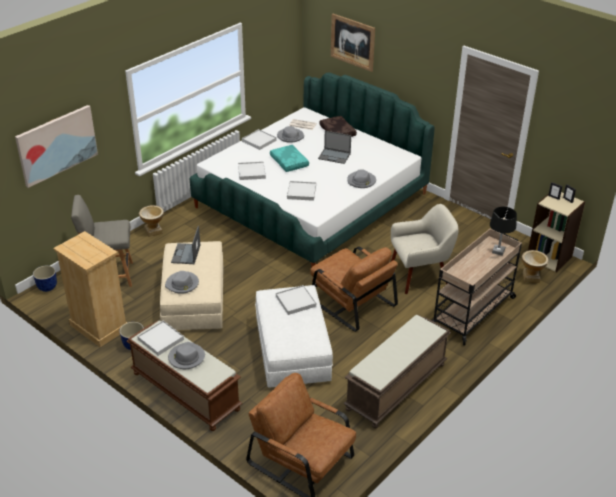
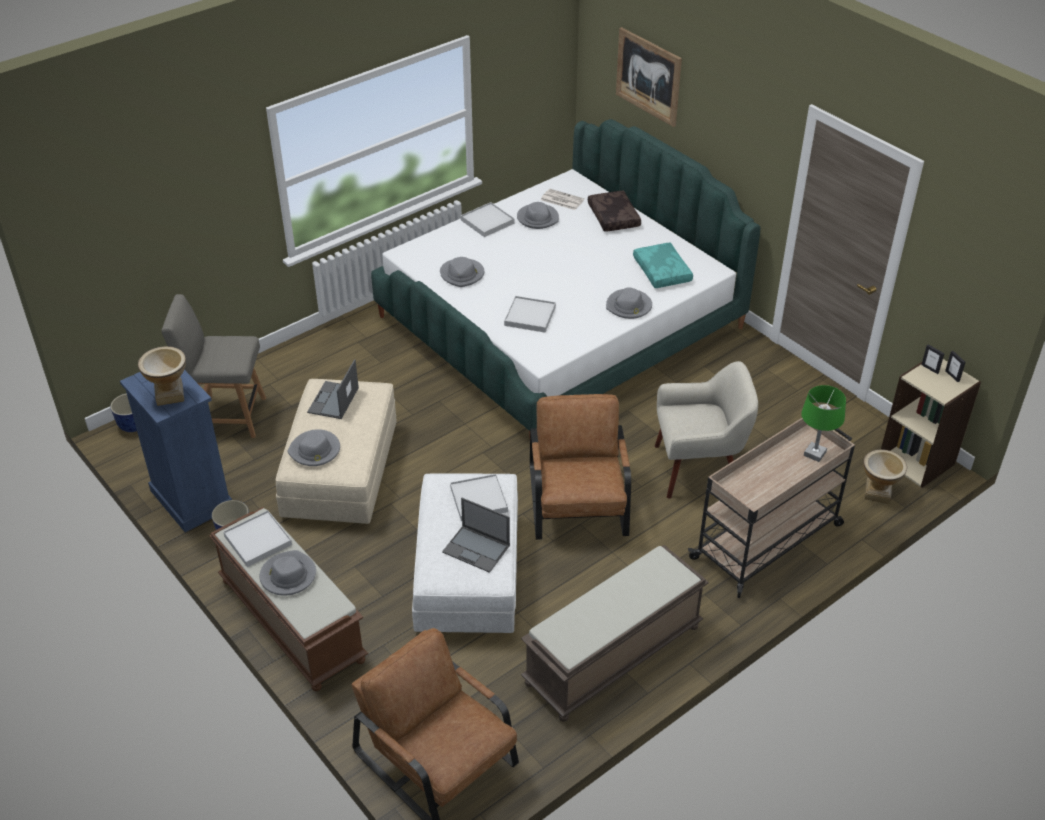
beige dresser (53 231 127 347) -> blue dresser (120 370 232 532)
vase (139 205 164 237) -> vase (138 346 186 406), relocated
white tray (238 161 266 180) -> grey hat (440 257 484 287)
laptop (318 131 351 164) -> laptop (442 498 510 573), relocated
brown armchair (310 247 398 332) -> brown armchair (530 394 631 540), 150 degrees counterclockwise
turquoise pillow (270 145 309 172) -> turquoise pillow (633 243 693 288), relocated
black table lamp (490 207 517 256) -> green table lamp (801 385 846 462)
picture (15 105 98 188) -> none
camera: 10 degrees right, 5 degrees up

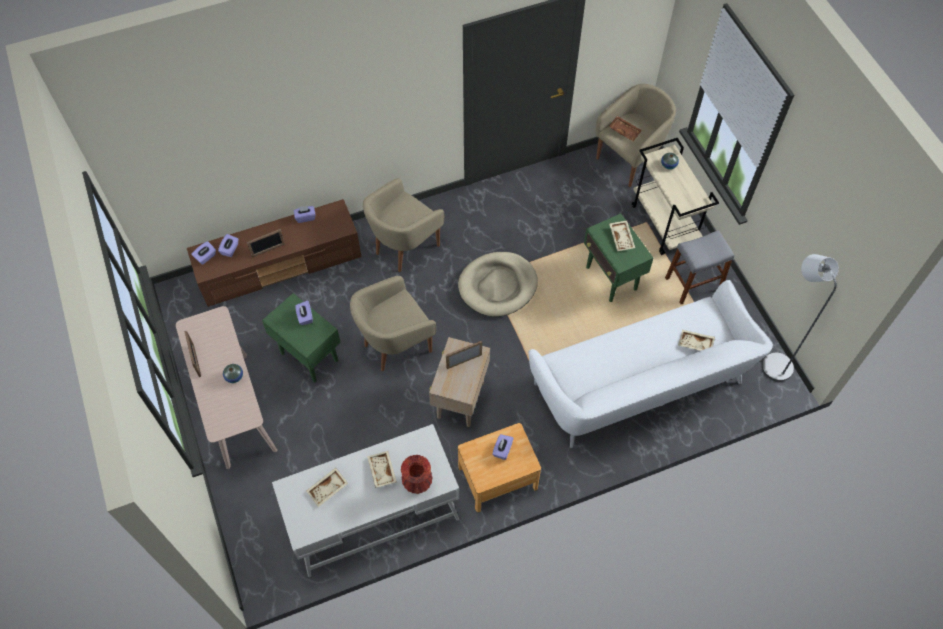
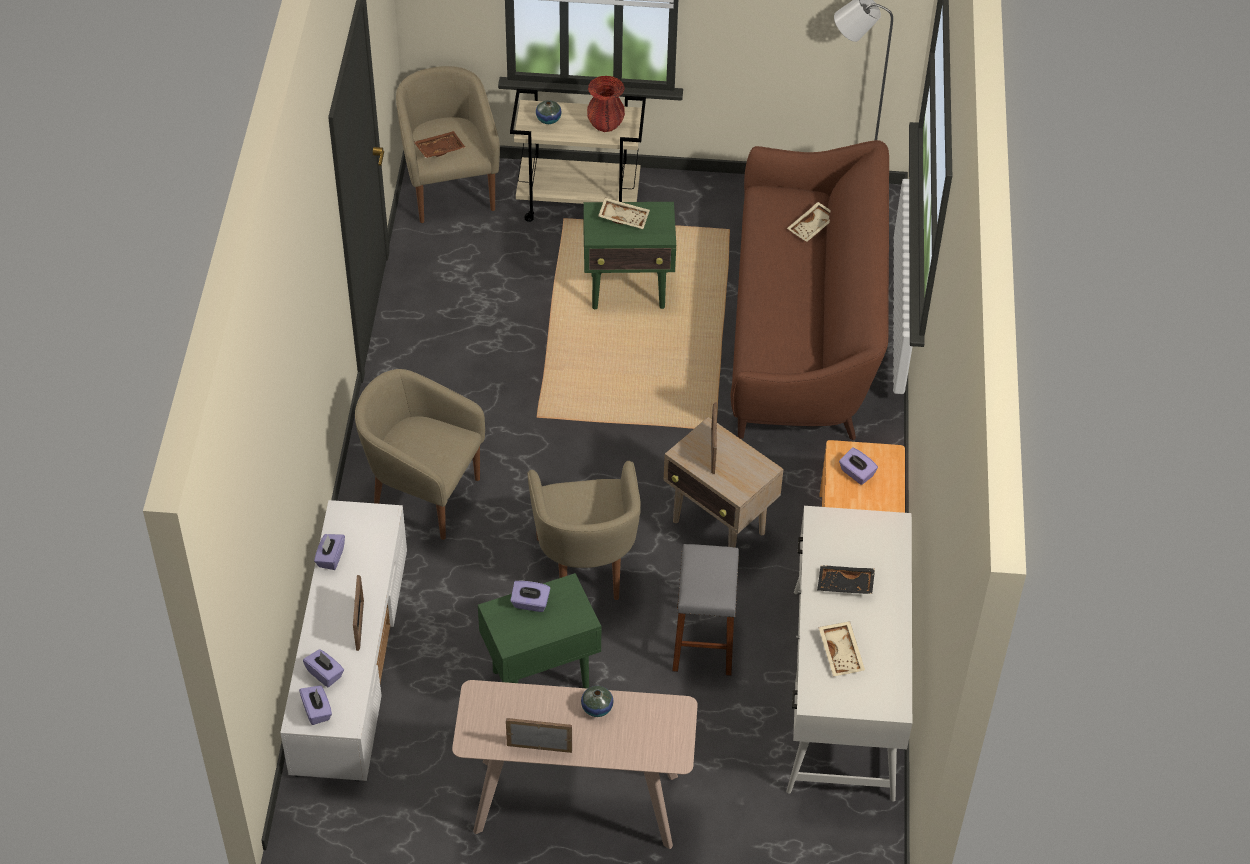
brown tv stand (187 199 362 307) -> white tv stand (280 500 407 782)
beige armchair (363 178 444 272) -> beige armchair (355 369 485 540), 135 degrees clockwise
red vase (401 455 433 494) -> red vase (587 76 625 132), relocated
grey stool (665 230 734 304) -> grey stool (672 544 739 676), relocated
white sofa (528 280 773 448) -> brown sofa (731 140 889 440)
beige tray (367 451 397 488) -> black tray (817 565 875 594)
beige dog bed (458 252 538 317) -> none
camera: 65 degrees left, 10 degrees down

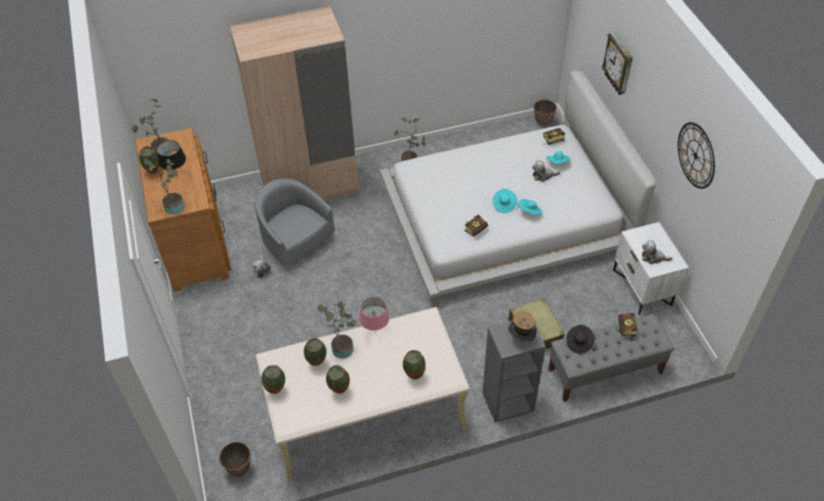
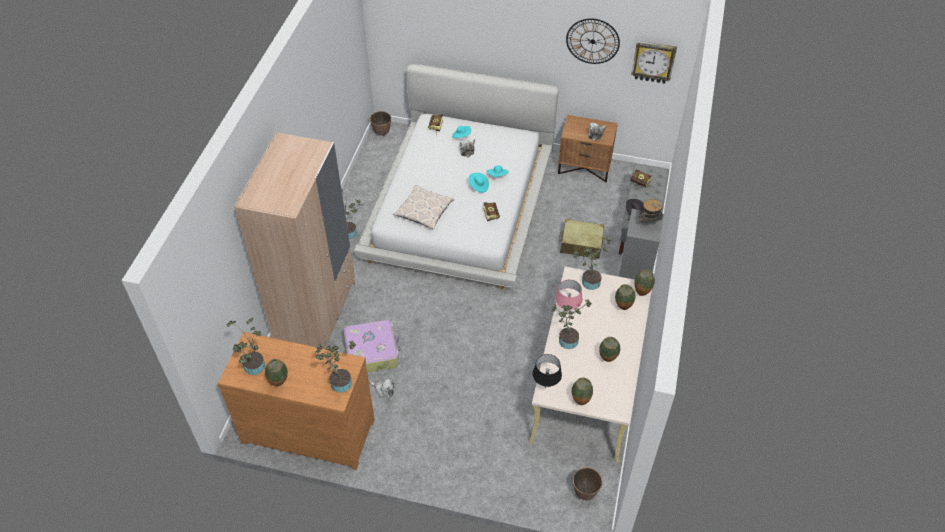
grey armchair (255 178 335 271) -> suitcase (344 320 400 373)
none -> pillow (393 185 454 230)
black table lamp (157 140 186 178) -> black table lamp (533 354 562 389), relocated
white nightstand (613 222 689 315) -> brown nightstand (558 115 618 182)
none -> potted plant (573 237 611 290)
wall clock (602 32 633 95) -> wall clock (631 41 677 84), relocated
vase (304 338 327 366) -> vase (634 270 655 296), relocated
camera: 60 degrees left, 0 degrees up

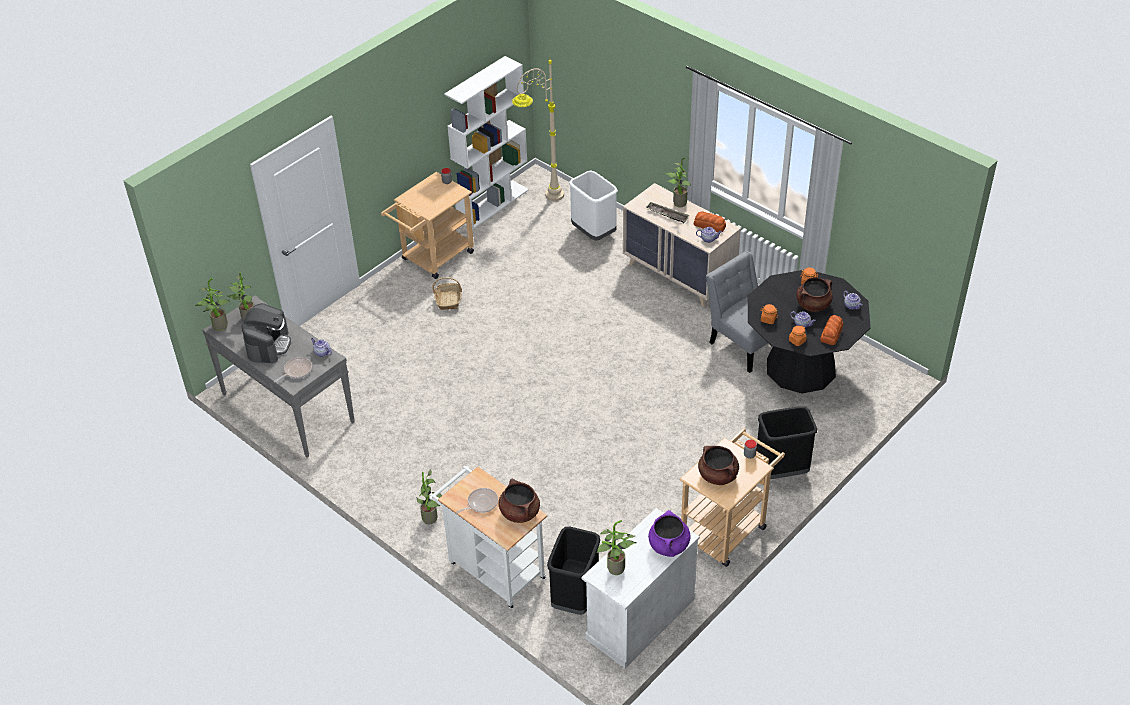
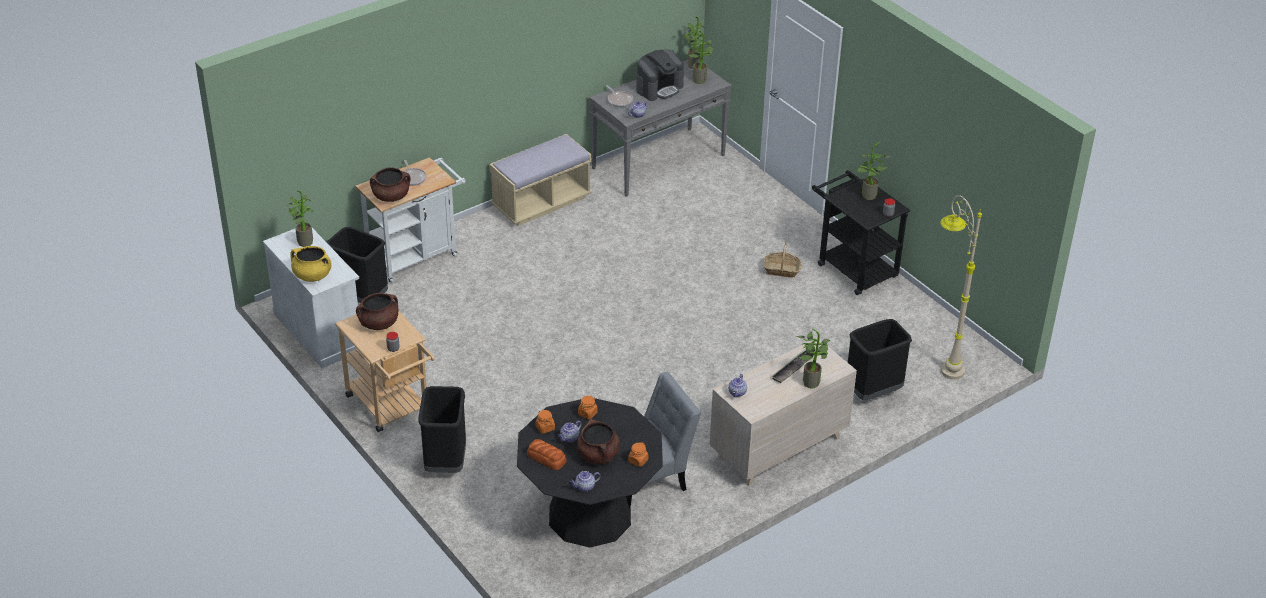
purple cooking pot (648 510 691 557) -> yellow cooking pot (290 246 332 282)
none -> beige bench (489 134 591 226)
coffee machine (242 303 291 363) -> coffee machine (636 49 684 101), 60 degrees counterclockwise
beige cart (381 172 474 279) -> black cart (812 170 910 295)
white trash can (569 171 618 241) -> black trash can (848 319 912 400)
potted plant (416 470 442 524) -> potted plant (857 142 891 200), relocated
white bookcase (444 56 529 229) -> none
bread (694 212 726 232) -> none
camera: 100 degrees right, 5 degrees down

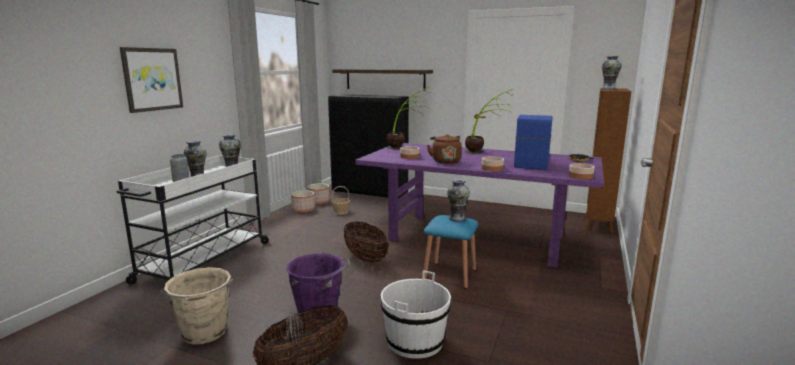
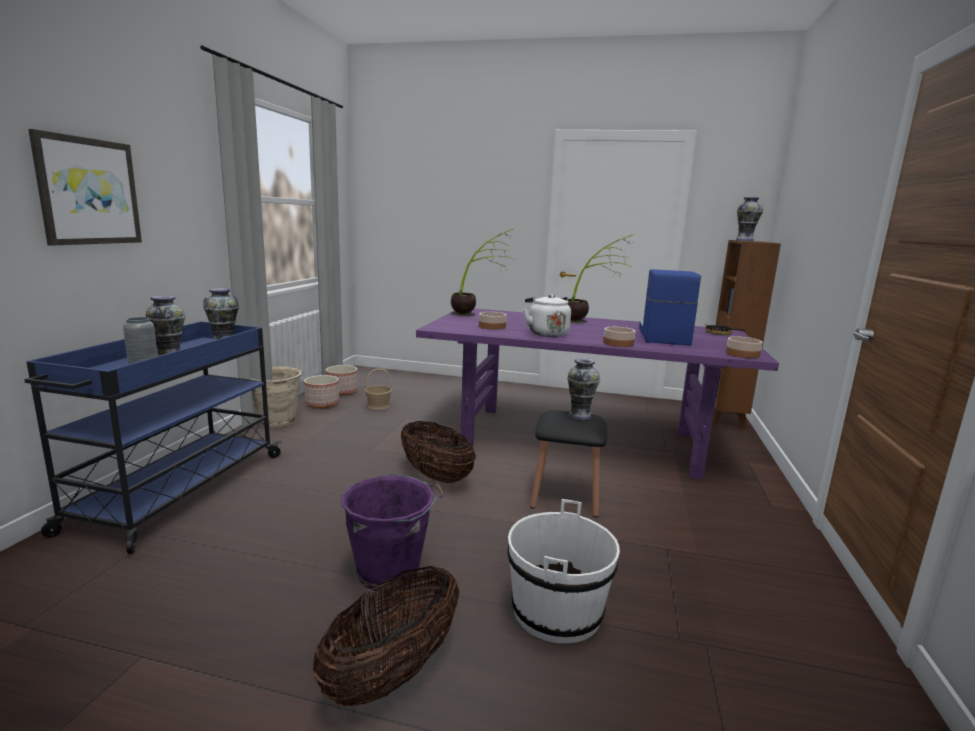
white cart (116 155 270 284) -> blue cart (24 322 282 554)
beige bucket (160 267 233 345) -> beige bucket (251 367 304 428), relocated
brown kettle (427 134 462 164) -> white kettle (523 294 571 337)
blue stool (424 215 478 289) -> black stool (531 410 608 517)
black cabinet (328 94 409 199) -> none
shelf (332 69 433 89) -> none
camera: 10 degrees left, 0 degrees up

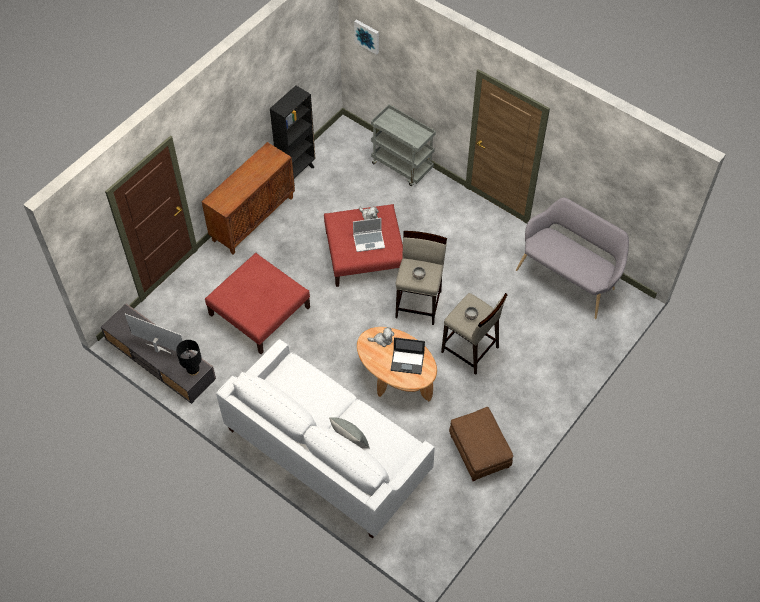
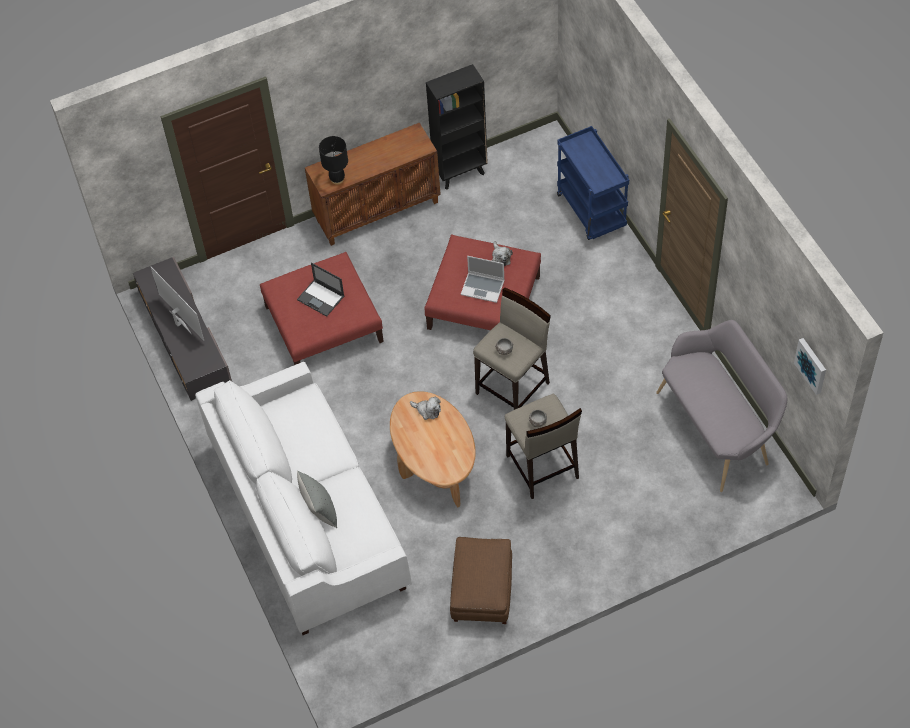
laptop (391 337 425 374) -> laptop (297 262 344 317), relocated
black table lamp (176 340 202 376) -> black table lamp (319 136 348 185), relocated
grey cart (371 104 436 186) -> blue cart (557 126 629 240)
picture (354 19 379 55) -> picture (794 338 826 395), relocated
camera: 30 degrees right, 0 degrees up

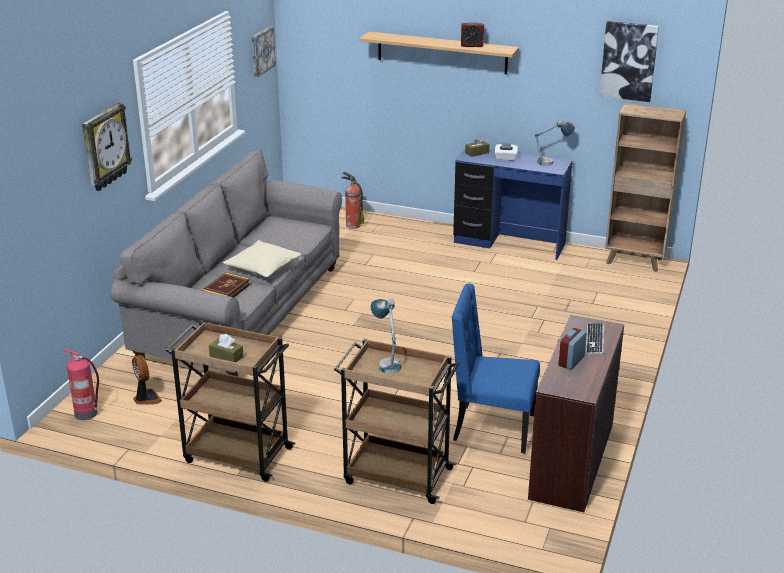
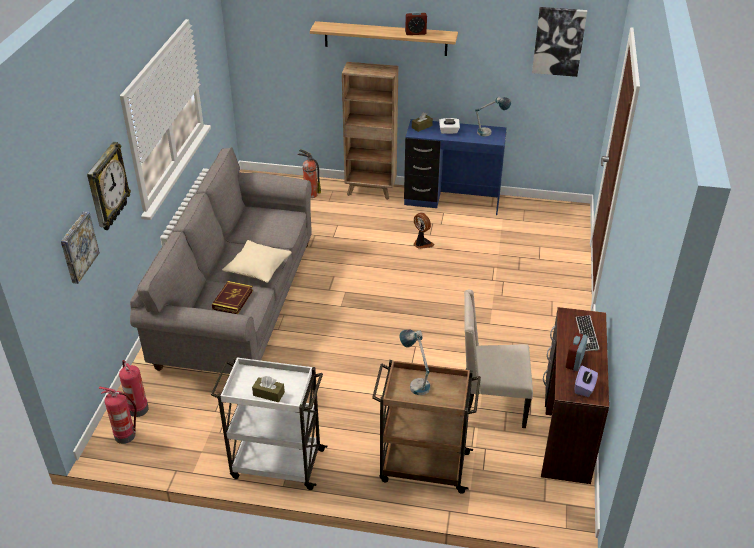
picture (252 26 276 77) -> picture (61 211 100 284), relocated
none -> fire extinguisher (119 360 149 417)
brown cart (166 321 296 482) -> white cart (211 357 328 490)
brown bookcase (605 103 686 272) -> brown bookcase (342 62 398 200), relocated
fan (132 355 162 404) -> fan (413 213 434 249), relocated
blue chair (452 283 540 453) -> beige chair (464 290 533 428)
none -> purple tissue box (575 366 598 397)
camera: 10 degrees left, 10 degrees up

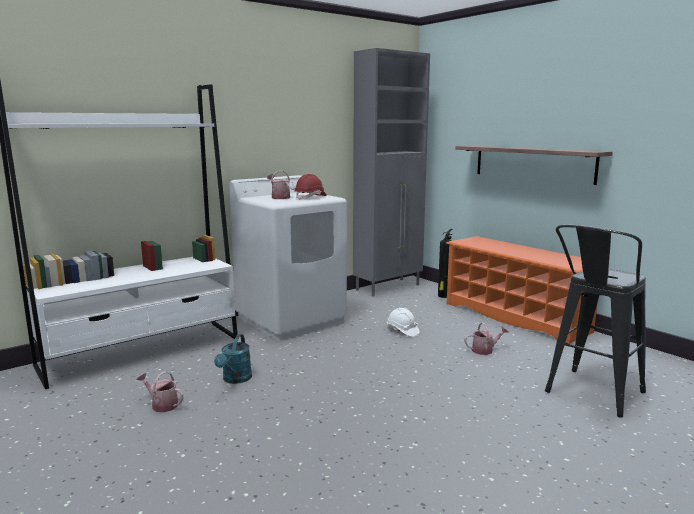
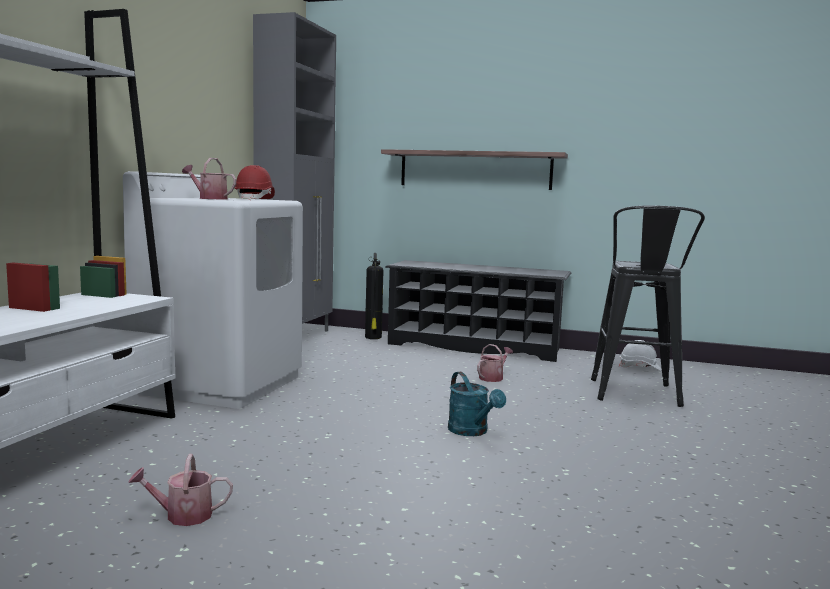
orange shoe rack (446 236 597 344) -> black shoe rack (385 260 571 362)
turquoise watering can (214 334 252 384) -> turquoise watering can (448 372 506 436), relocated
white hard hat (387 308 420 336) -> white hard hat (619 340 662 371), relocated
camera: 35 degrees left, 5 degrees down

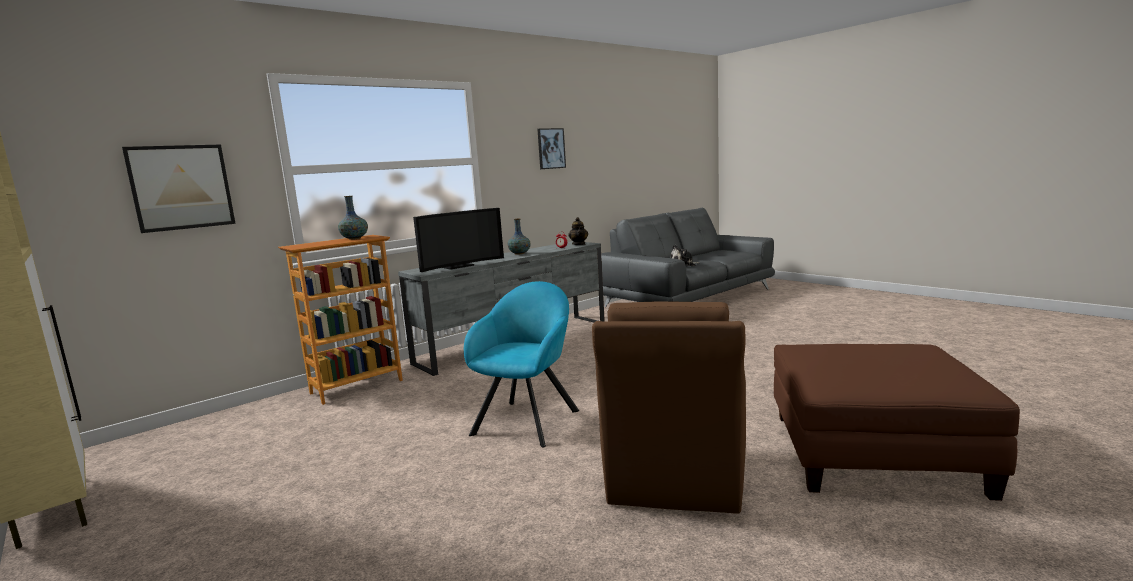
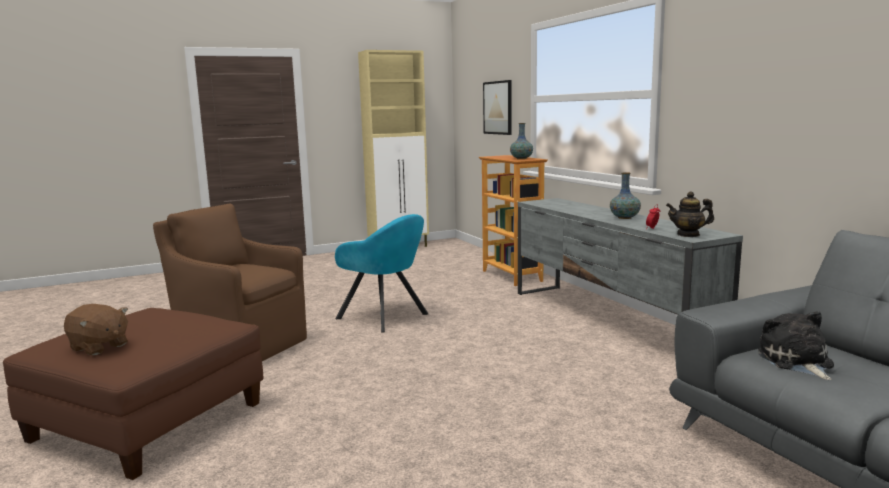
none -> brown plush toy (64 304 128 355)
television (413 208 504 272) -> none
picture (537 128 566 169) -> none
camera: 105 degrees right, 0 degrees up

